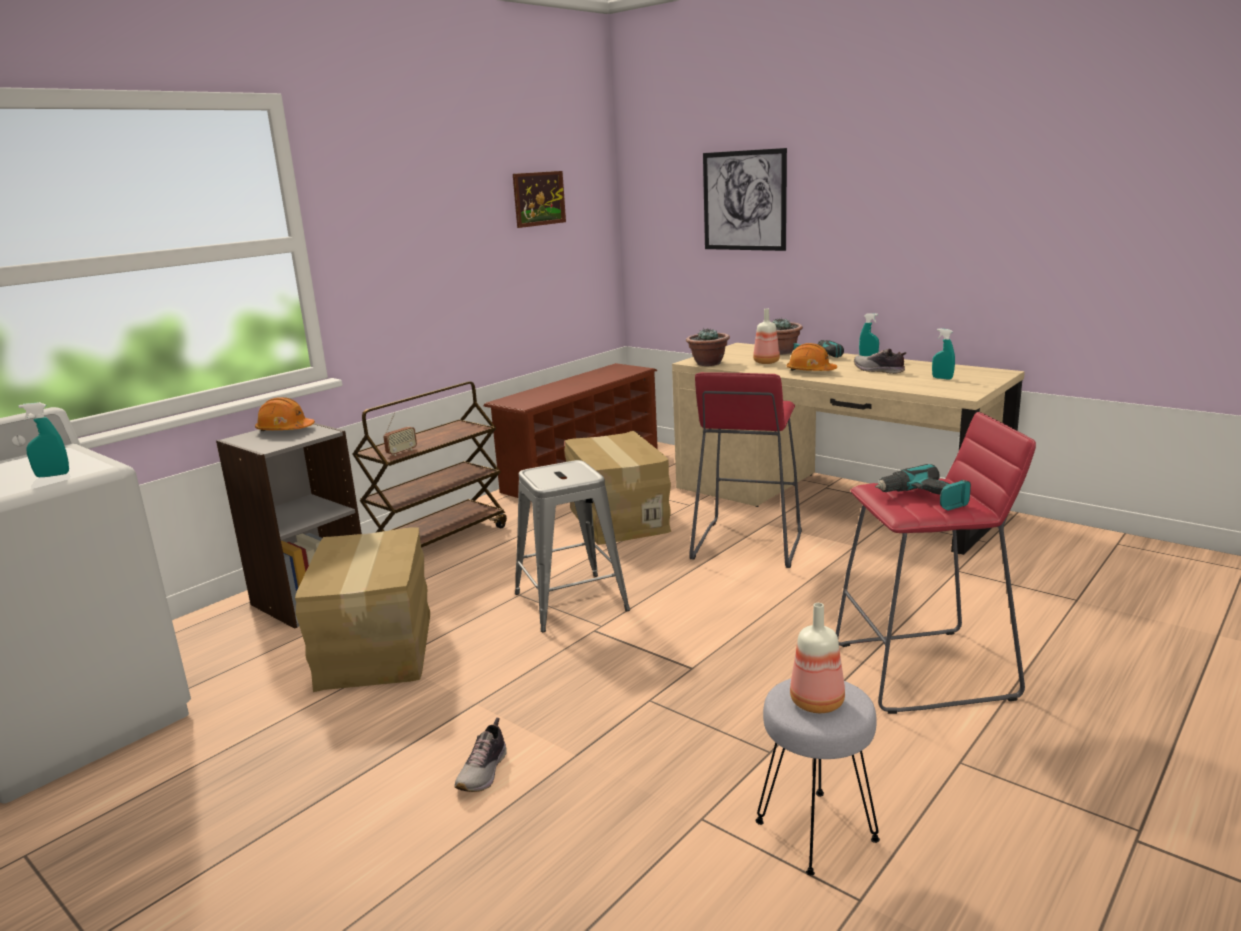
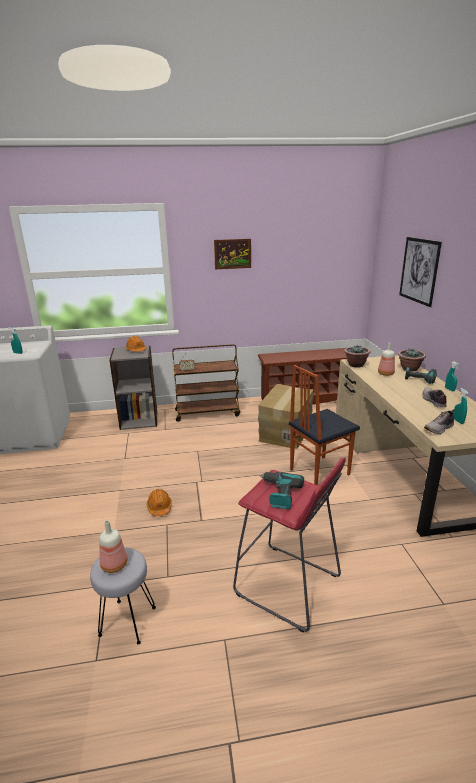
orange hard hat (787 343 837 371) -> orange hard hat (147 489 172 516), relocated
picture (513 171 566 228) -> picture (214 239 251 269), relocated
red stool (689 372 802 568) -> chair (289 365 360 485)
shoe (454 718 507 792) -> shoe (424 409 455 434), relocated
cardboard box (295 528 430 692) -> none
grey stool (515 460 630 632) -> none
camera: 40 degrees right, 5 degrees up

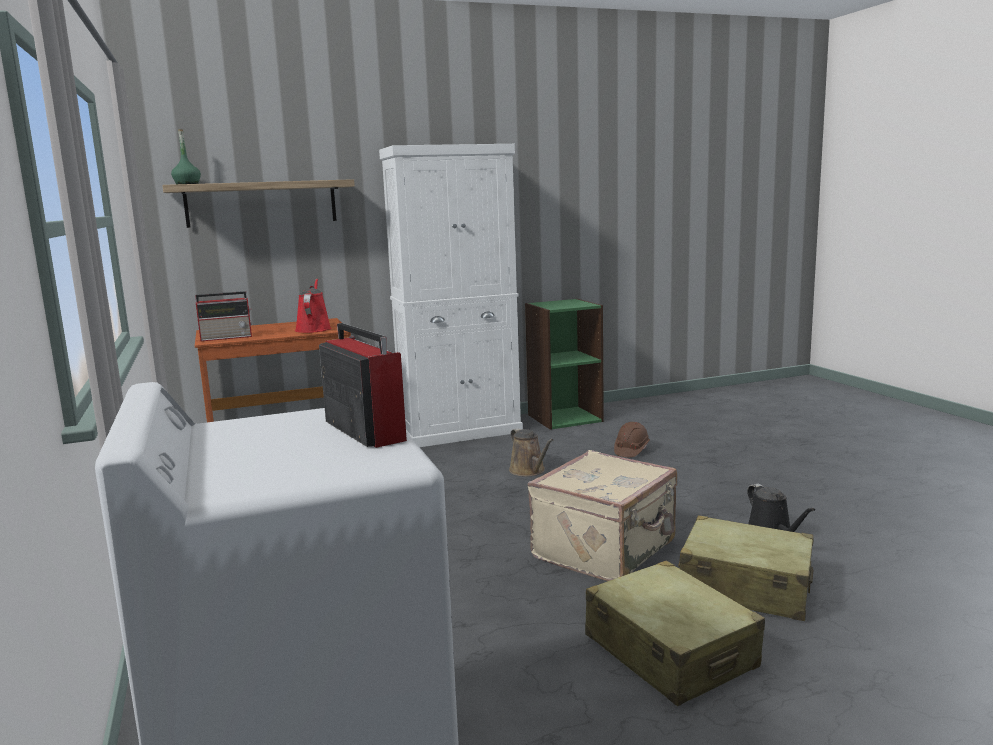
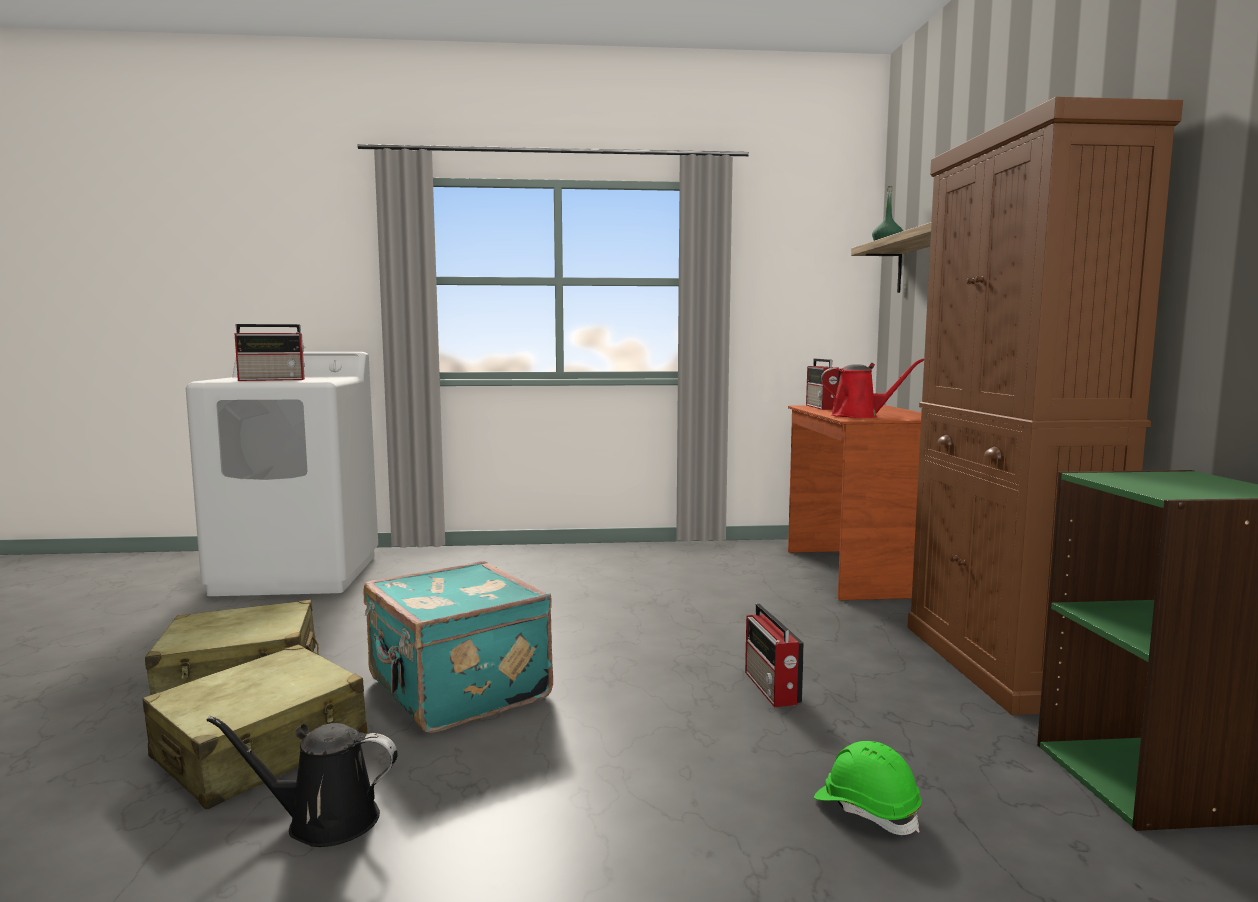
beige suitcase (527 450 677 581) -> turquoise suitcase (364 561 553 733)
brown watering can (509 428 553 477) -> radio (745 604 804 707)
brown hard hat (614 422 650 458) -> green hard hat (814 741 922 835)
white cabinet (379 144 523 447) -> brown cabinet (908 97 1183 715)
camera: 105 degrees right, 5 degrees down

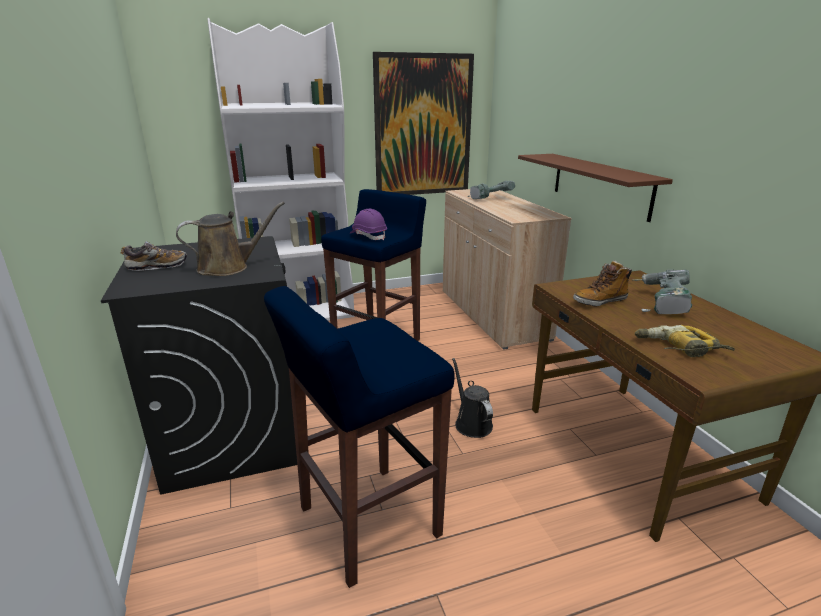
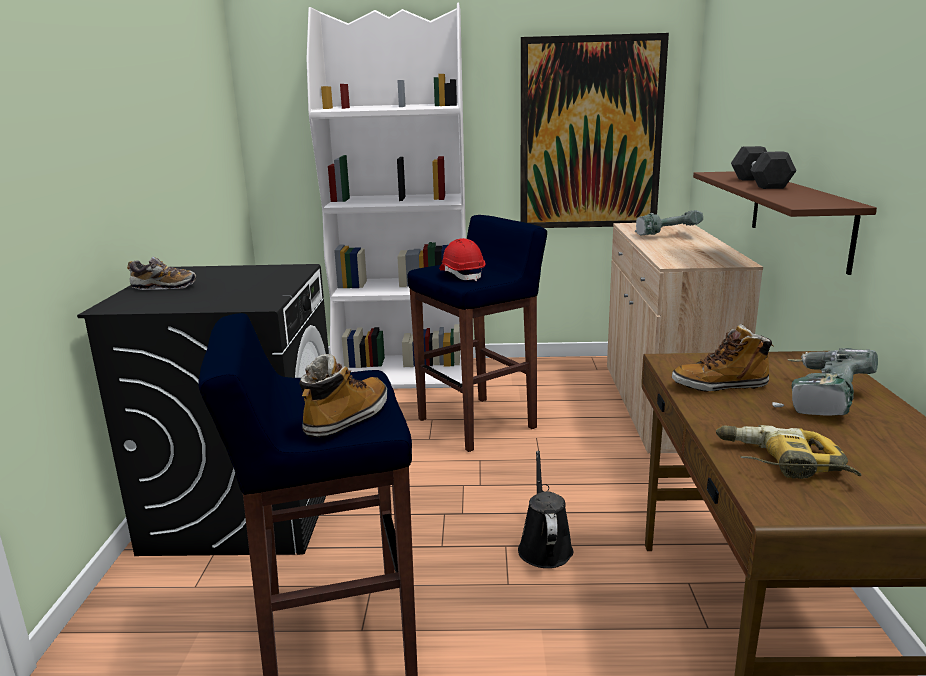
none -> boot (299 354 387 438)
purple hard hat (350 208 387 240) -> red hard hat (439 238 485 281)
none -> black dumbbell (731 146 797 189)
brown watering can (176 202 285 276) -> none
camera: 20 degrees right, 5 degrees down

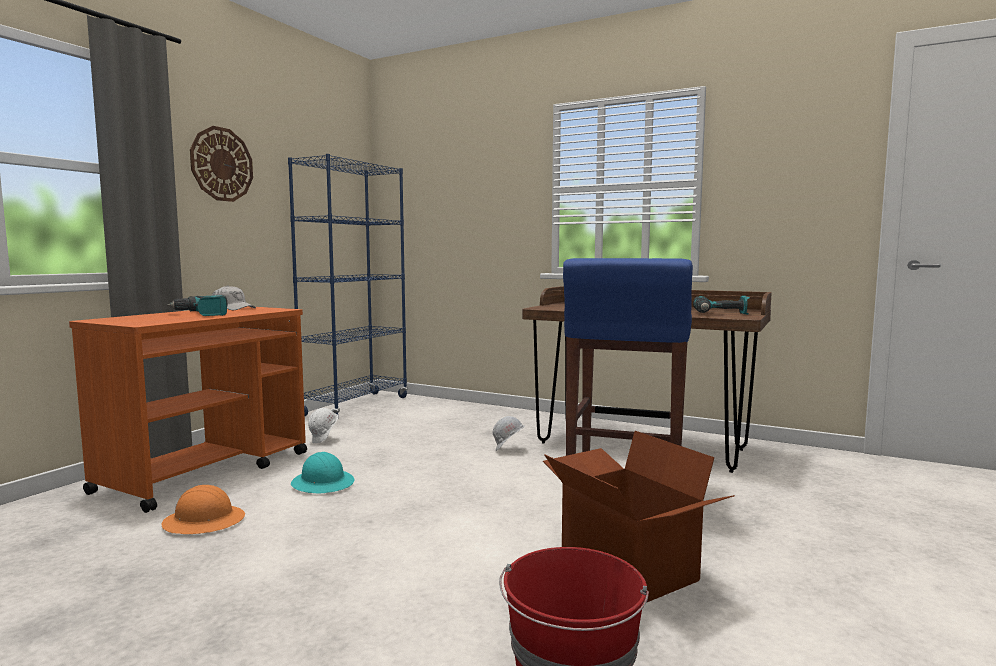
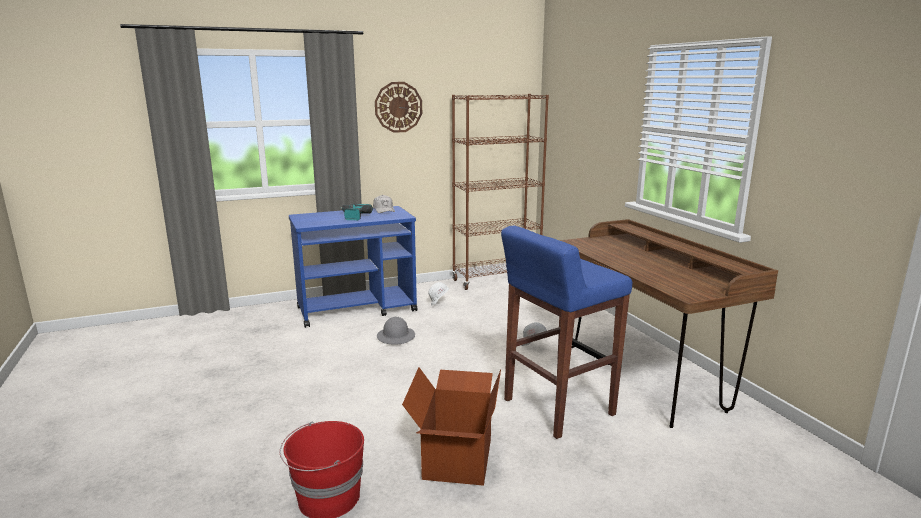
orange cart (69 306 307 513) -> blue cart (289 206 418 328)
turquoise hard hat (291 452 354 494) -> grey hard hat (377 317 415 345)
blue bookcase (288 154 408 417) -> brown bookcase (452 94 549 290)
orange hard hat (161 485 245 534) -> none
power drill (693 295 750 314) -> none
camera: 40 degrees right, 10 degrees up

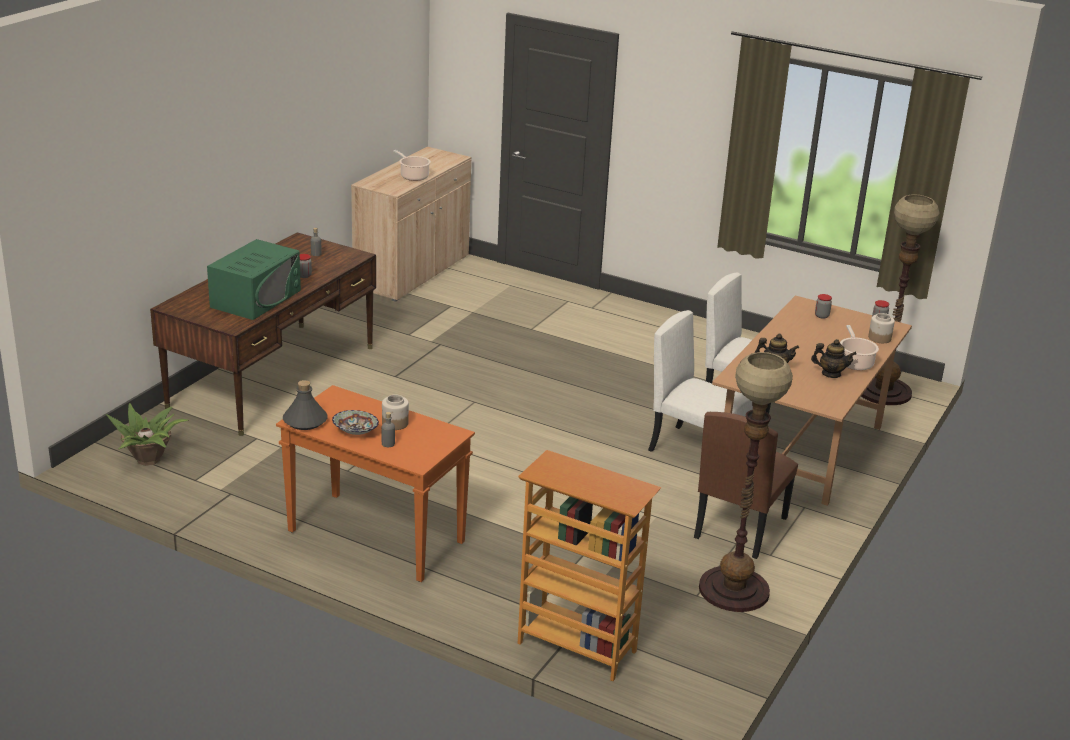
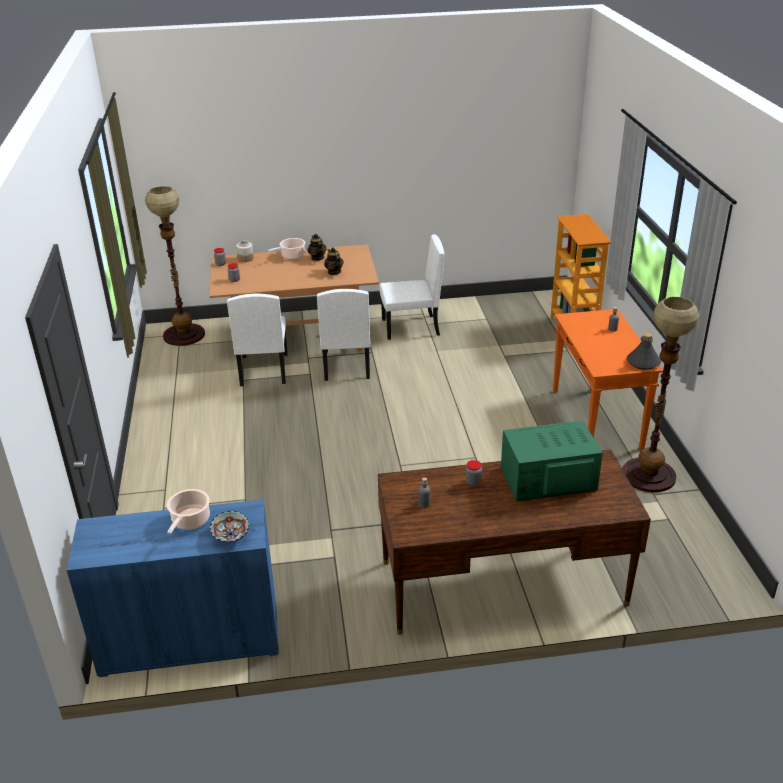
beige cabinet (351 147 471 302) -> blue cabinet (66 500 279 677)
bowl (332 410 379 435) -> bowl (210 511 249 543), relocated
brown chair (694 412 798 559) -> white chair (379 234 445 340)
floor lamp (699 352 793 612) -> floor lamp (622 297 699 493), relocated
potted plant (106 403 188 466) -> none
jar (382 394 409 430) -> none
camera: 125 degrees left, 5 degrees up

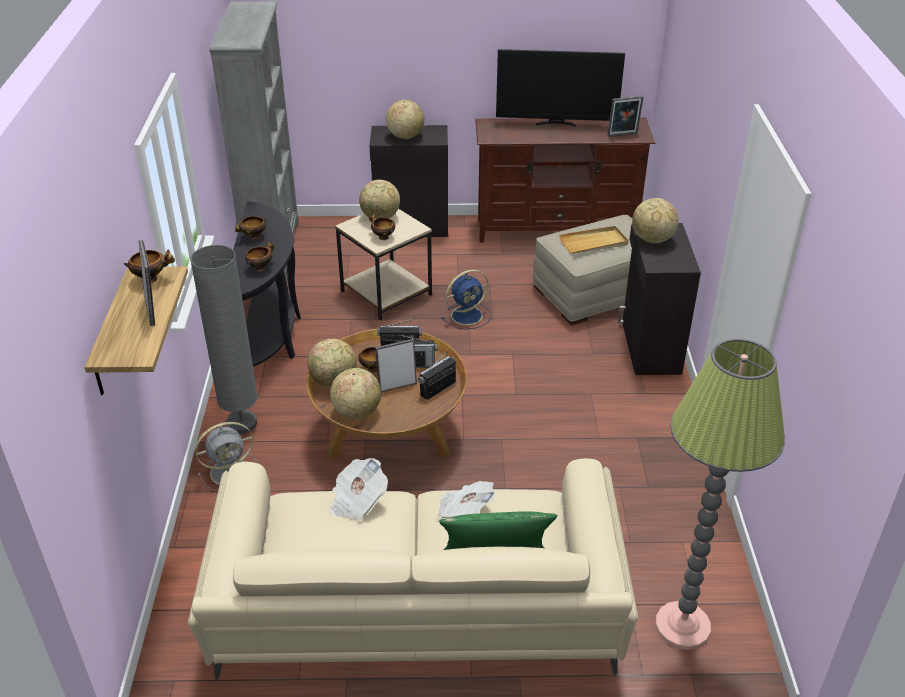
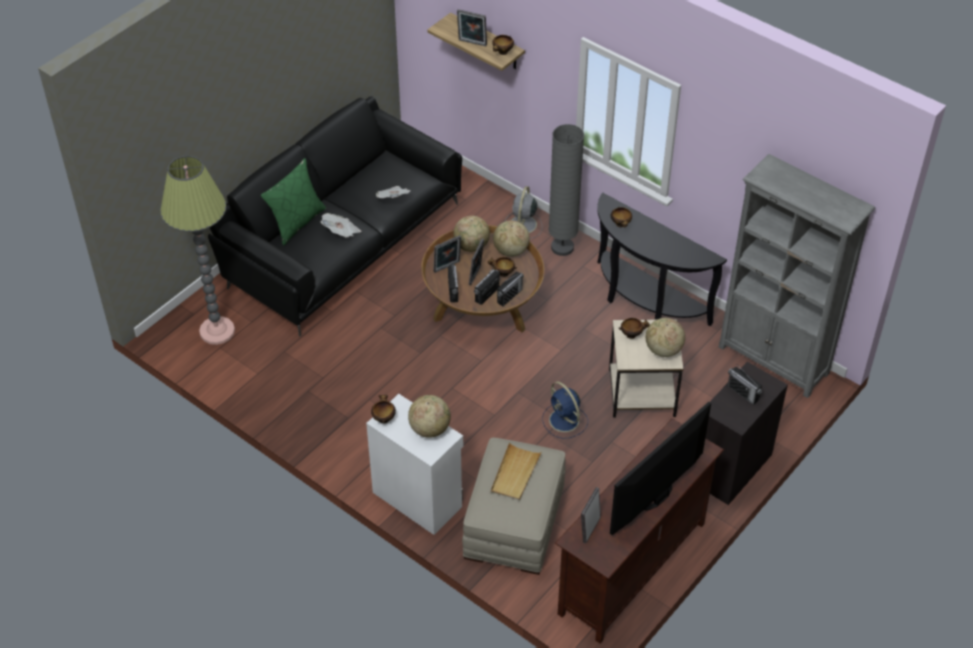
beige sofa (188 458 638 680) -> black sofa (208 96 462 336)
black cabinet (618 223 701 375) -> white cabinet (366 394 463 535)
bowl (235 216 266 240) -> bowl (371 395 396 424), relocated
none -> picture frame (433 235 461 273)
blue fan (441 269 491 329) -> blue fan (542 382 588 439), 45 degrees counterclockwise
globe (386 100 424 139) -> radio (728 364 762 405)
camera: 130 degrees right, 10 degrees up

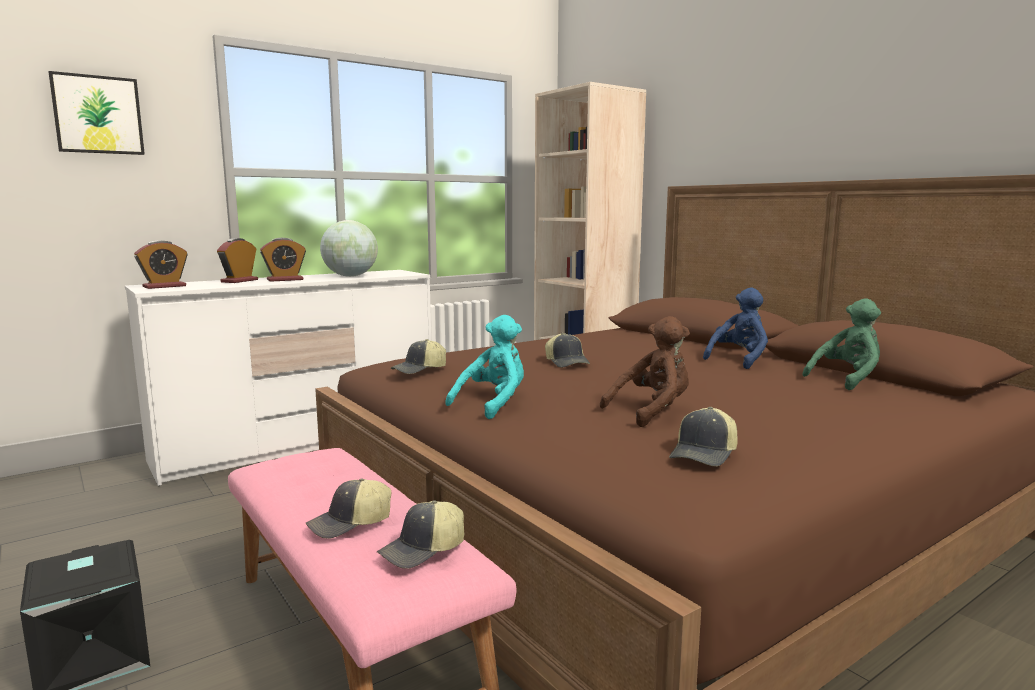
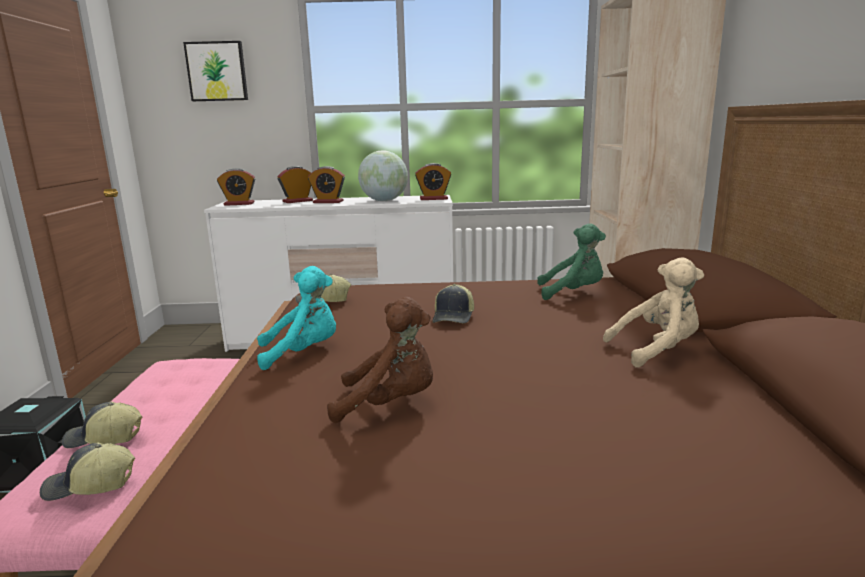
none -> alarm clock (415 163 451 200)
green plush toy (802 299 881 390) -> green plush toy (537 223 606 300), relocated
blue plush toy (703 288 768 369) -> beige plush toy (603 257 704 368)
cap (669 407 738 466) -> none
camera: 35 degrees right, 5 degrees up

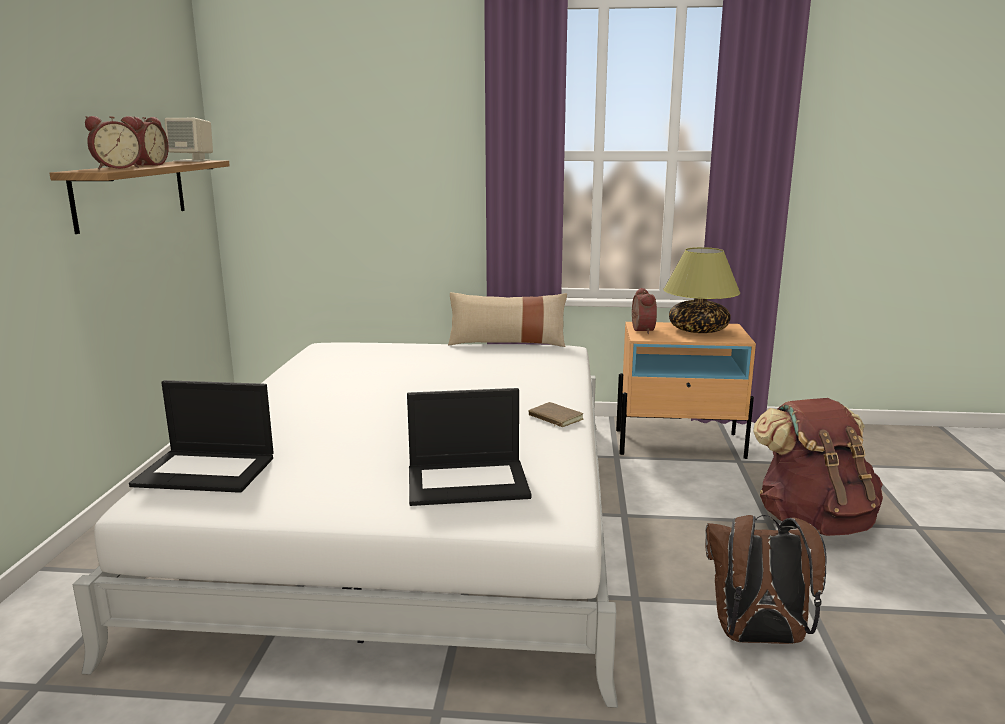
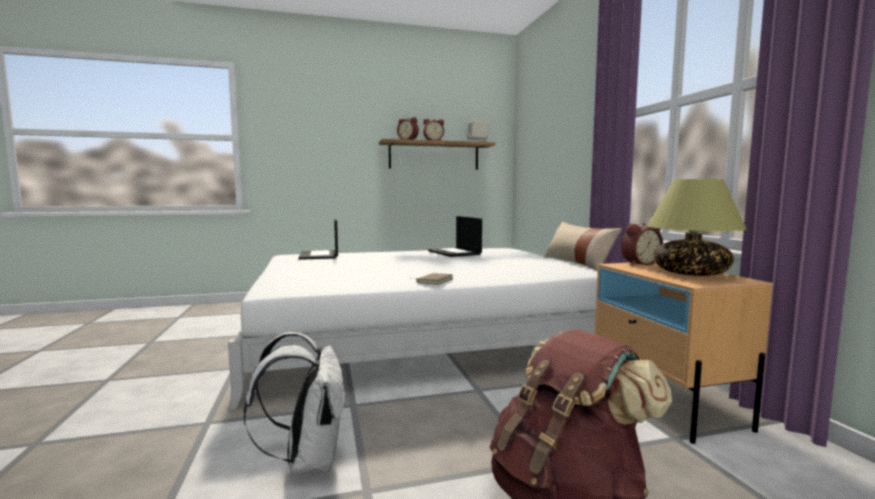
brown backpack (705 515 827 644) -> white backpack (243 332 347 474)
laptop (407 388 532 506) -> laptop (428 216 482 257), relocated
camera: 70 degrees right, 10 degrees down

